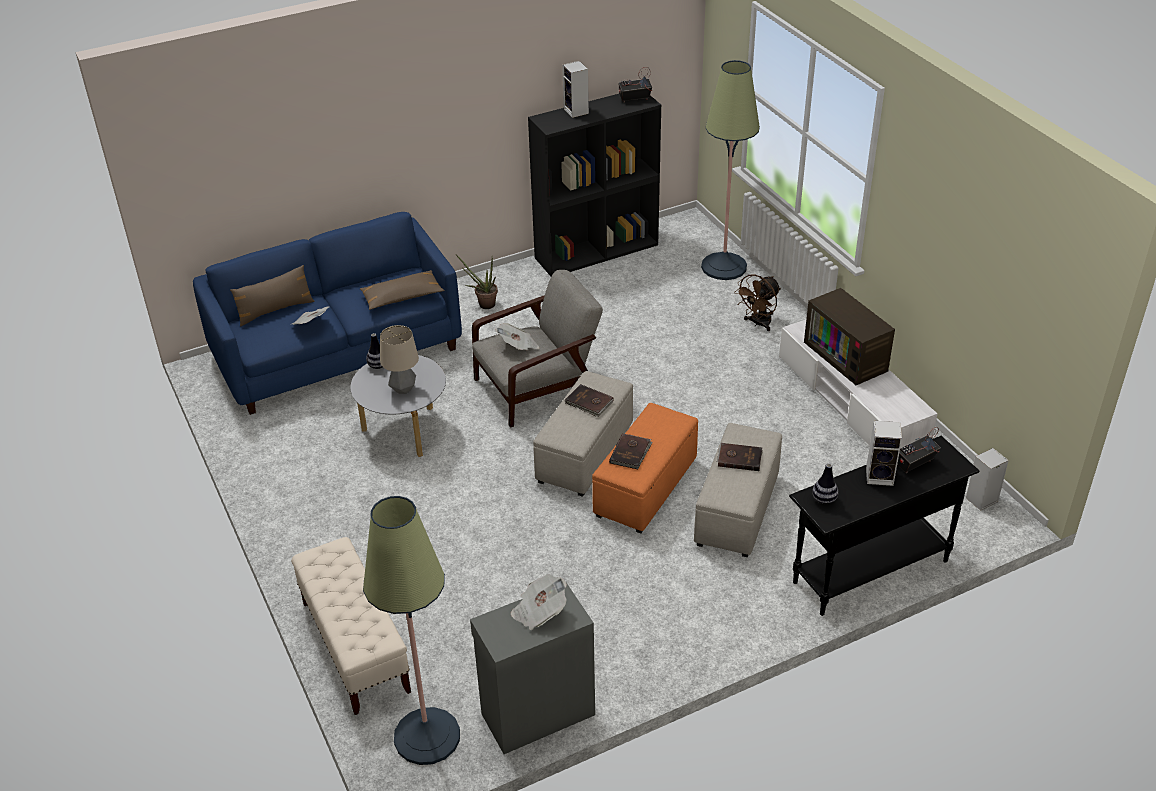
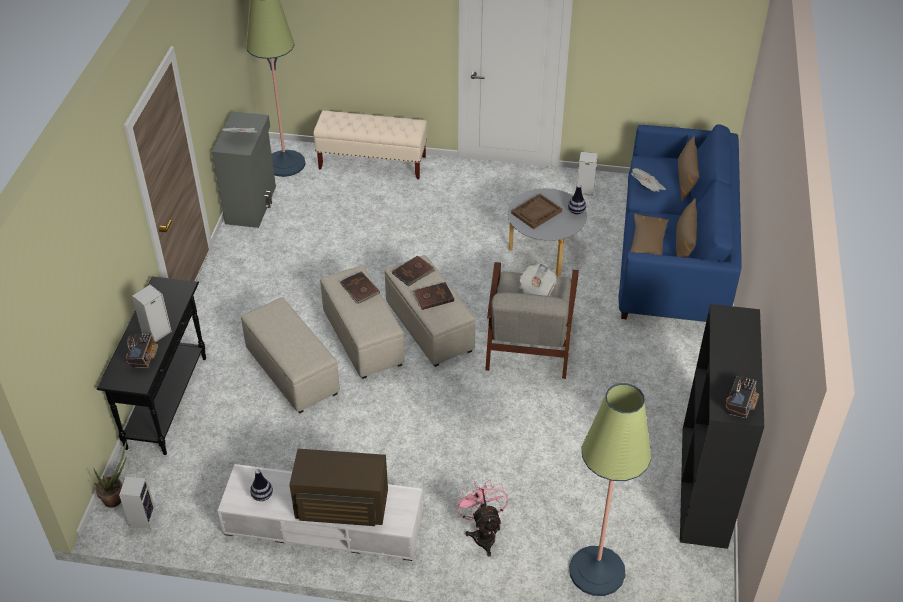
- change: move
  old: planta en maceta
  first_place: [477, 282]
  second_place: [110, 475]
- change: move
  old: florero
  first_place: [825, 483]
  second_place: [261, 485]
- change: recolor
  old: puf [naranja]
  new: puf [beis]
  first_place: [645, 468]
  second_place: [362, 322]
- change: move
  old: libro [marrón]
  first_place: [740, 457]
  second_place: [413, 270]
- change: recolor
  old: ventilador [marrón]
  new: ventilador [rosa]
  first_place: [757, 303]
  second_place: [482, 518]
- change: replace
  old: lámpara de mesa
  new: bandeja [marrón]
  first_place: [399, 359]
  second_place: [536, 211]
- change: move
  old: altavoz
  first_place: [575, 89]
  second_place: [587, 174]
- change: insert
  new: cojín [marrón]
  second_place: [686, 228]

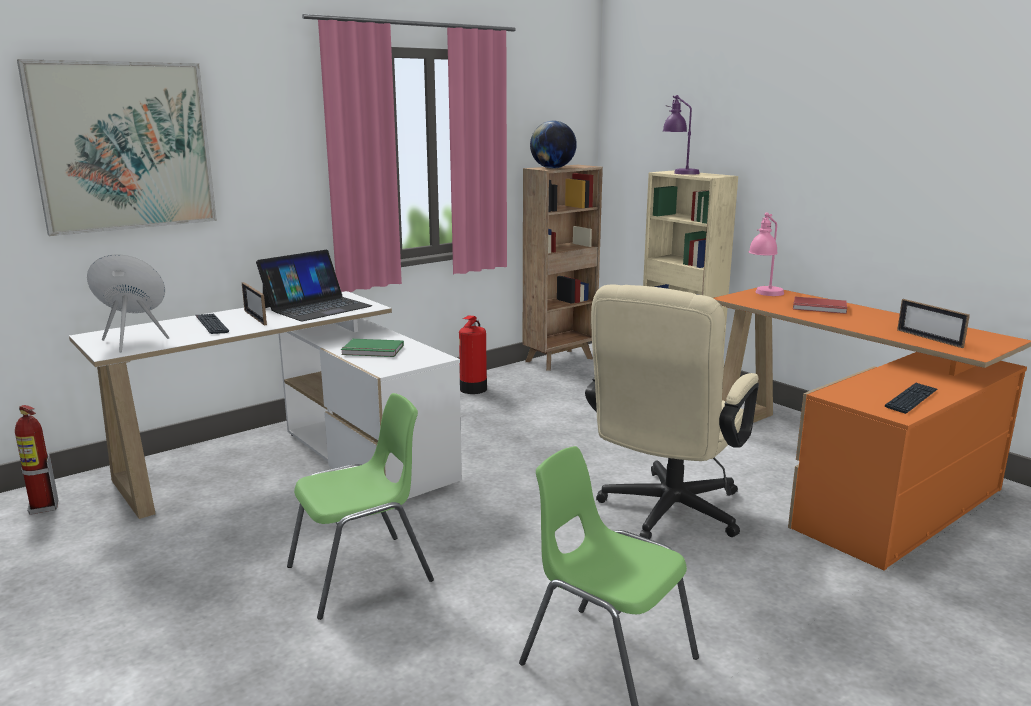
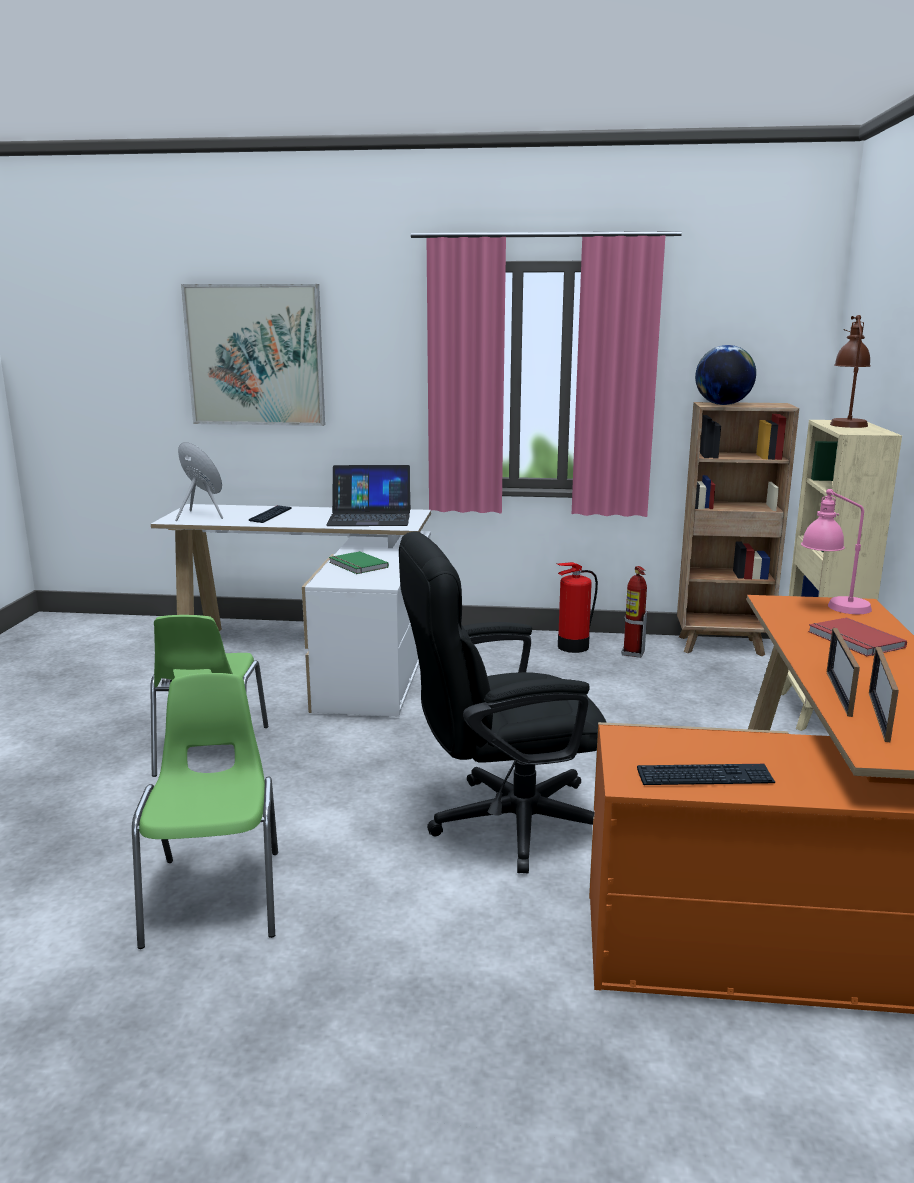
- change: rotate
  old: silla [verde]
  first_place: [360, 506]
  second_place: [209, 696]
  degrees: 75
- change: recolor
  old: silla de oficina [beis]
  new: silla de oficina [negro]
  first_place: [672, 411]
  second_place: [503, 702]
- change: move
  old: extintor
  first_place: [36, 460]
  second_place: [634, 612]
- change: move
  old: portarretratos
  first_place: [254, 303]
  second_place: [843, 672]
- change: recolor
  old: lámpara de mesa [morado]
  new: lámpara de mesa [marrón]
  first_place: [681, 135]
  second_place: [850, 371]

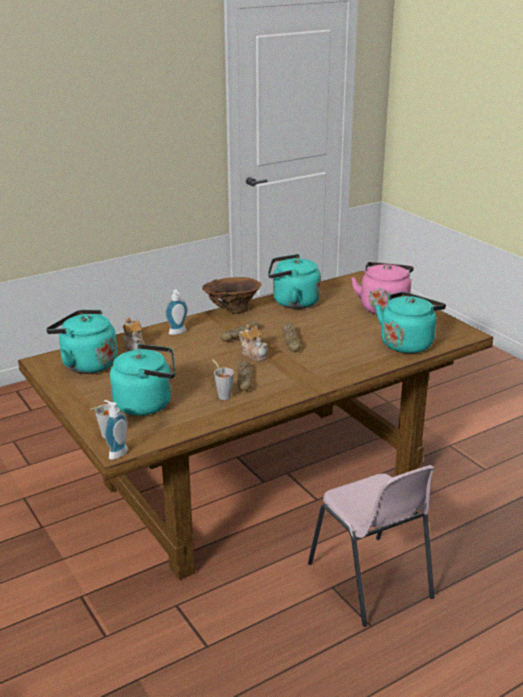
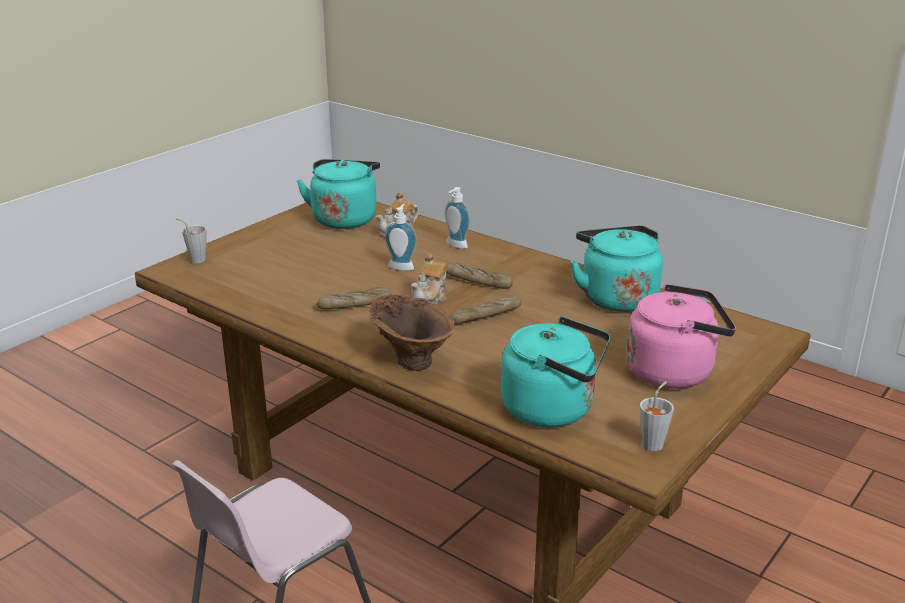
- change: move
  old: florero [marrón]
  first_place: [231, 295]
  second_place: [411, 333]
- change: move
  old: dispensador de jabón
  first_place: [116, 430]
  second_place: [400, 237]
- change: move
  old: taza [gris]
  first_place: [223, 380]
  second_place: [657, 416]
- change: delete
  old: hervidor [turquesa]
  first_place: [142, 380]

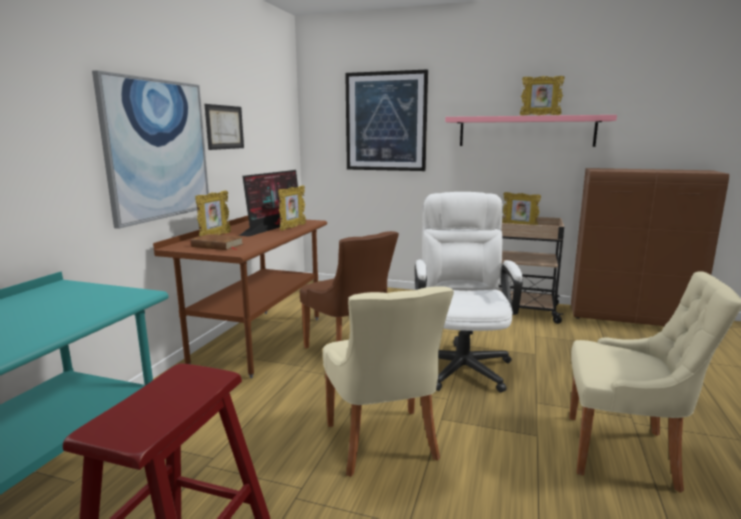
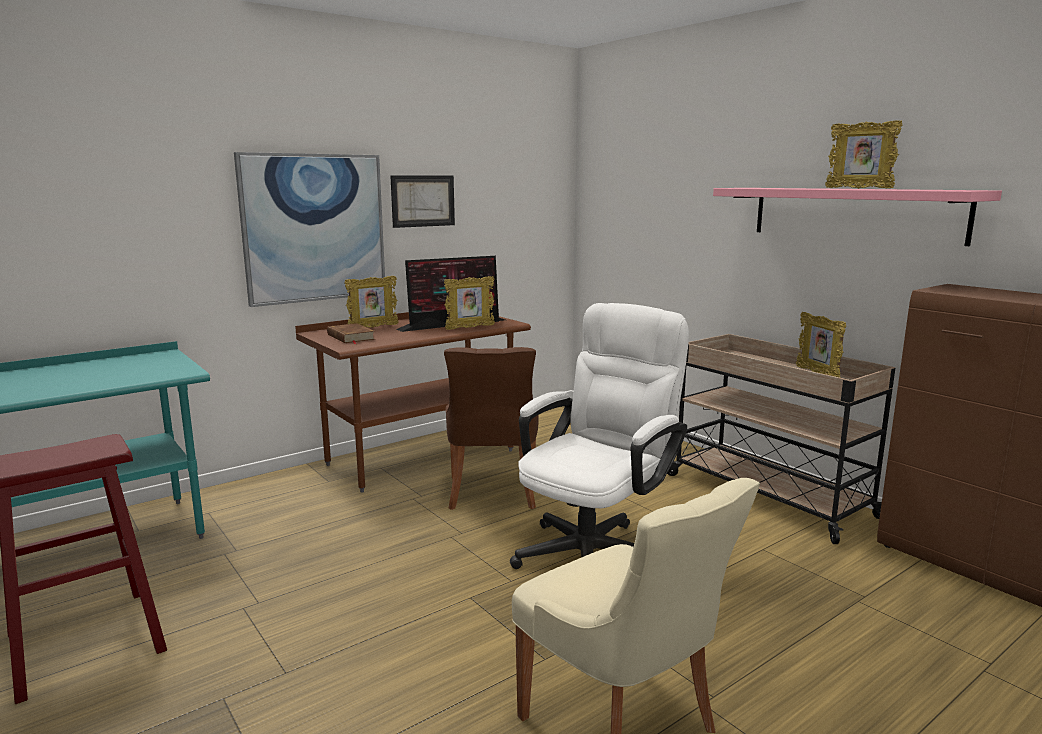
- change: delete
  old: silla [beis]
  first_place: [388, 381]
- change: delete
  old: cuadro
  first_place: [386, 120]

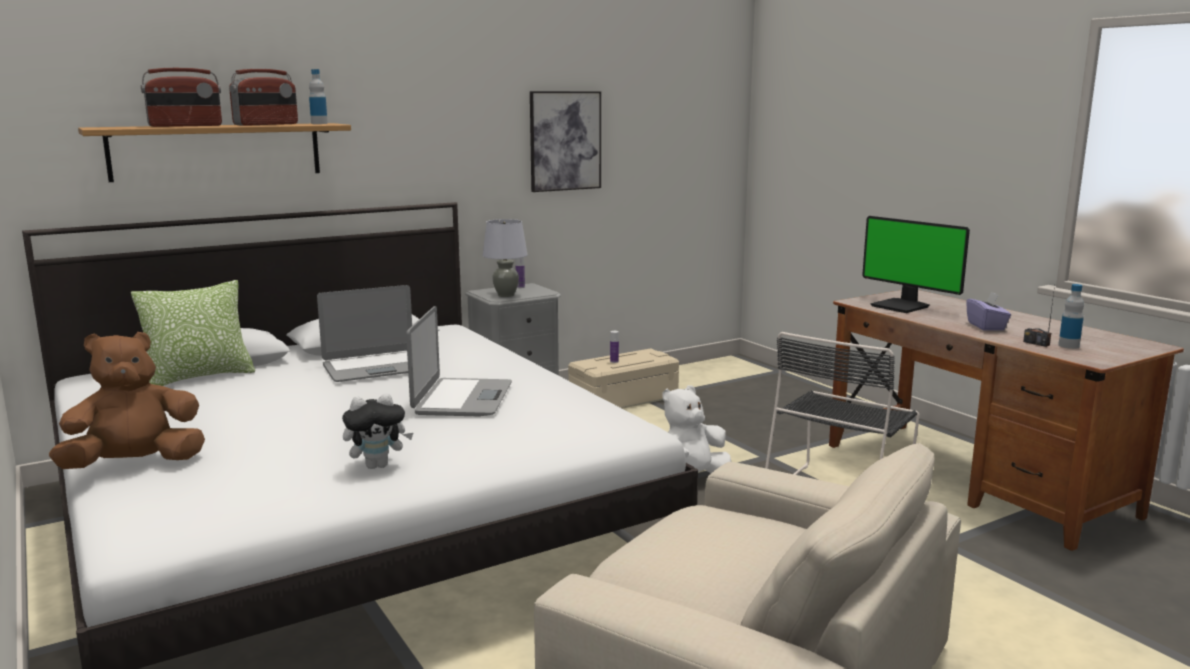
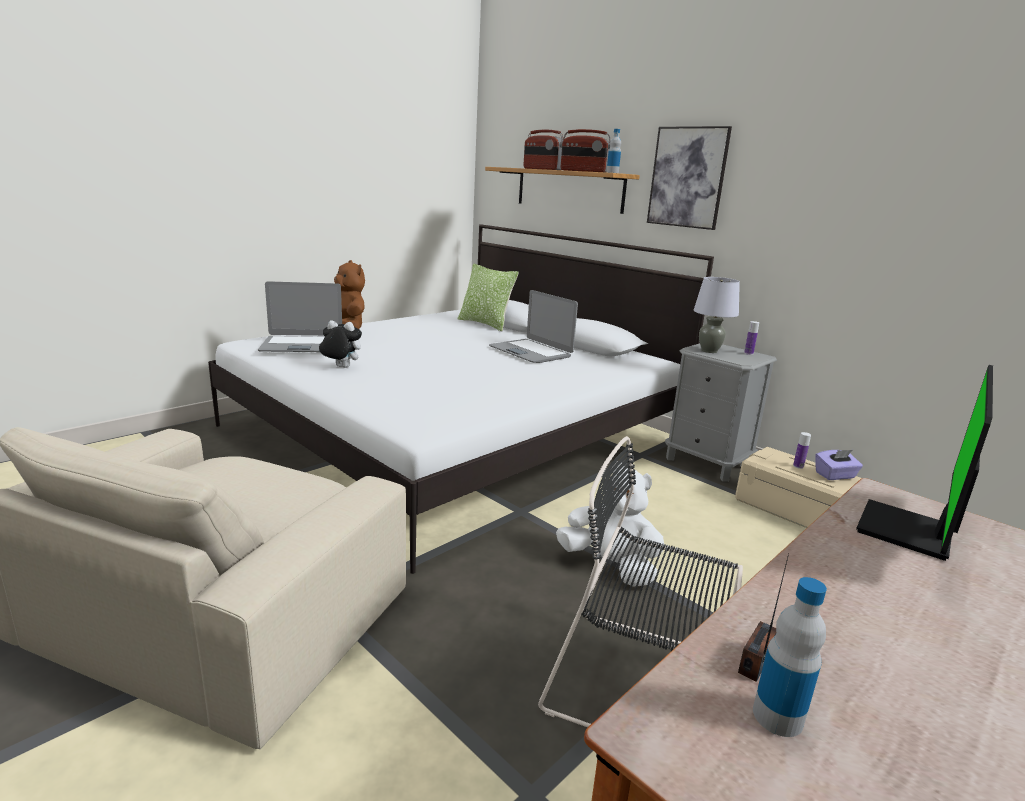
- change: move
  old: portátil
  first_place: [459, 361]
  second_place: [300, 316]
- change: rotate
  old: peluche
  first_place: [377, 431]
  second_place: [340, 344]
  degrees: 135
- change: move
  old: cuadro
  first_place: [565, 141]
  second_place: [689, 178]
- change: move
  old: caja de pañuelos [morado]
  first_place: [988, 311]
  second_place: [839, 465]

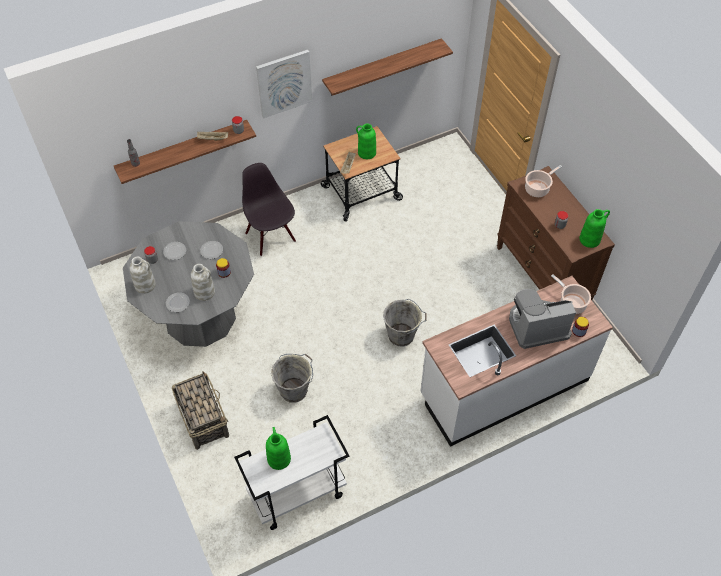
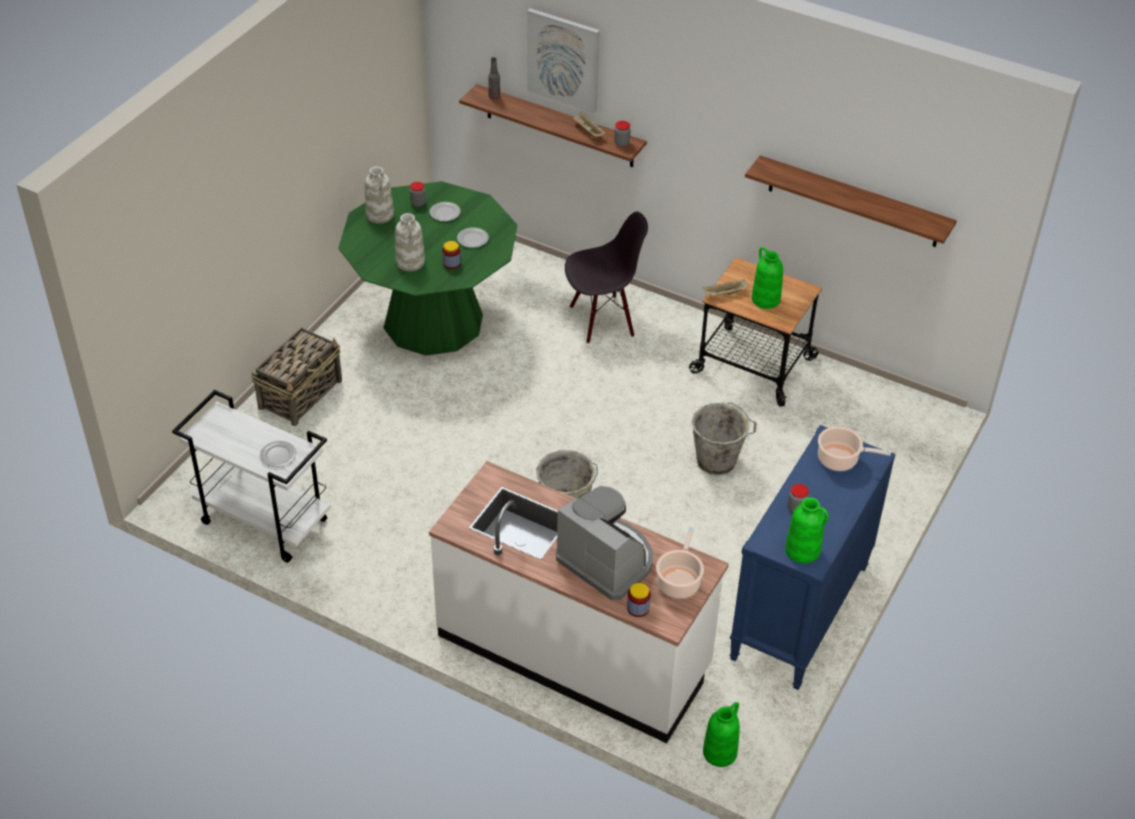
- change: move
  old: plato
  first_place: [178, 302]
  second_place: [278, 454]
- change: recolor
  old: mesa de comedor [gris]
  new: mesa de comedor [verde]
  first_place: [188, 284]
  second_place: [427, 268]
- change: move
  old: cuadro
  first_place: [284, 84]
  second_place: [563, 60]
- change: rotate
  old: silla [negro]
  first_place: [269, 209]
  second_place: [606, 278]
  degrees: 45
- change: move
  old: cubo [gris]
  first_place: [292, 378]
  second_place: [724, 439]
- change: move
  old: florero [verde]
  first_place: [278, 448]
  second_place: [721, 734]
- change: recolor
  old: cómoda [marrón]
  new: cómoda [azul]
  first_place: [556, 233]
  second_place: [812, 557]

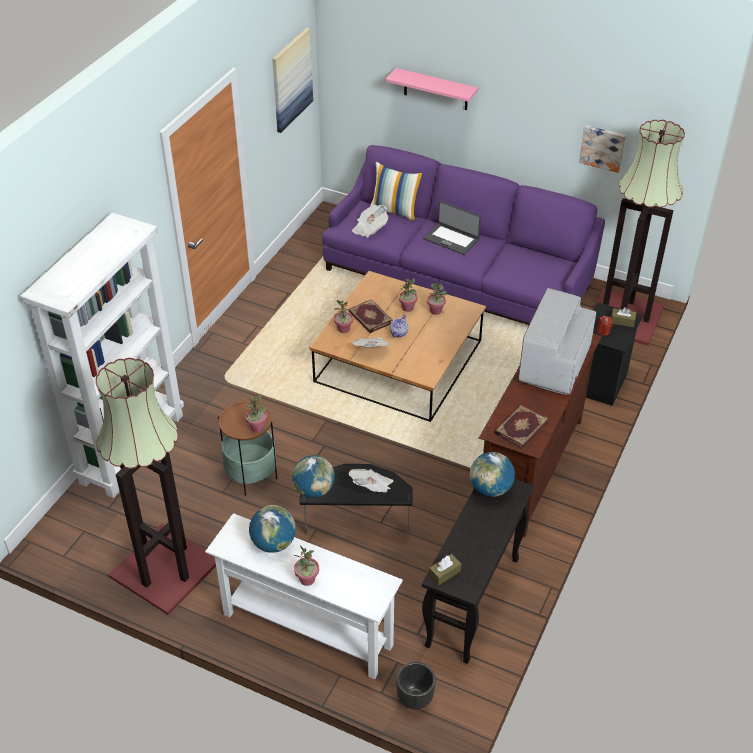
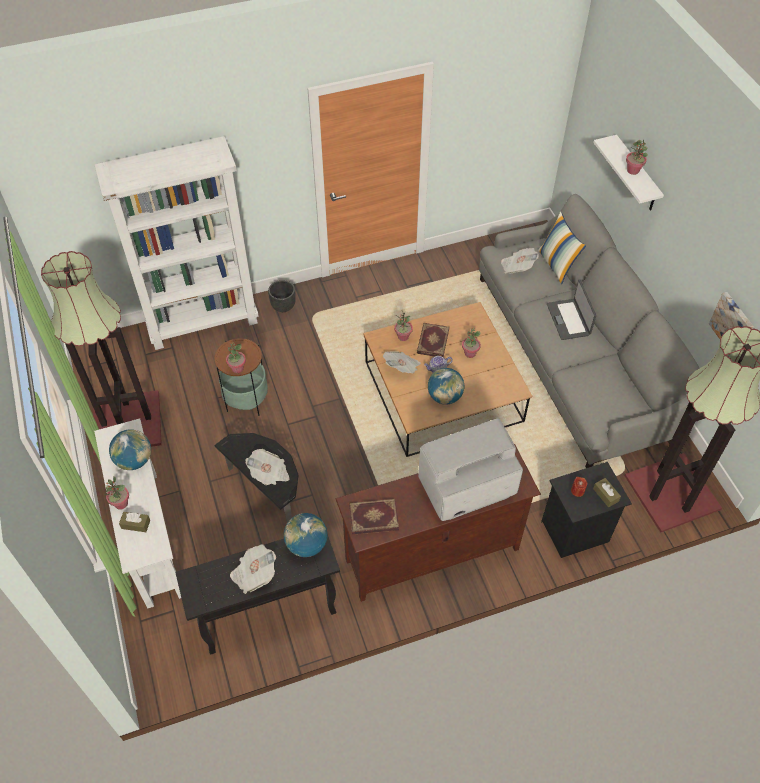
- change: move
  old: caja de pañuelos [marrón]
  first_place: [445, 569]
  second_place: [134, 522]
- change: insert
  new: periódico
  second_place: [253, 569]
- change: move
  old: maceta [negro]
  first_place: [416, 685]
  second_place: [282, 296]
- change: move
  old: globo terráqueo
  first_place: [313, 476]
  second_place: [446, 386]
- change: recolor
  old: sofá [morado]
  new: sofá [gris]
  first_place: [463, 235]
  second_place: [589, 331]
- change: recolor
  old: estante [rosa]
  new: estante [blanco]
  first_place: [432, 89]
  second_place: [628, 173]
- change: move
  old: planta en maceta
  first_place: [436, 298]
  second_place: [637, 157]
- change: delete
  old: cuadro
  first_place: [292, 80]

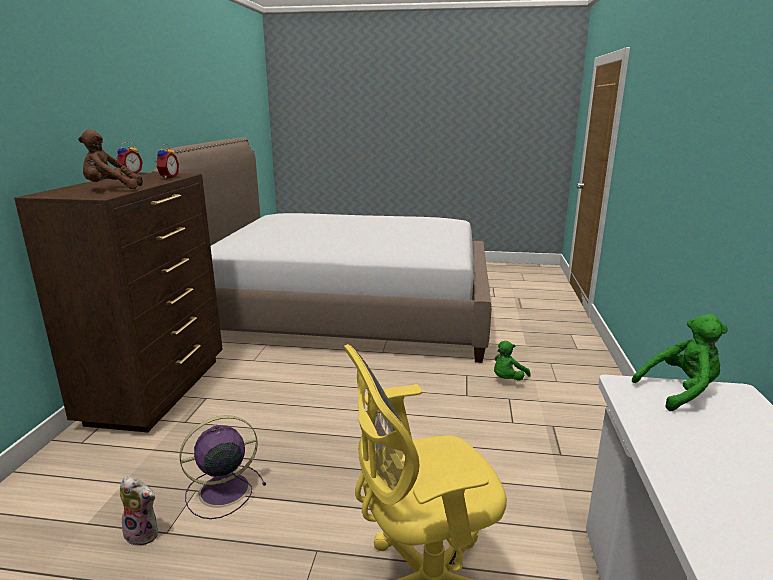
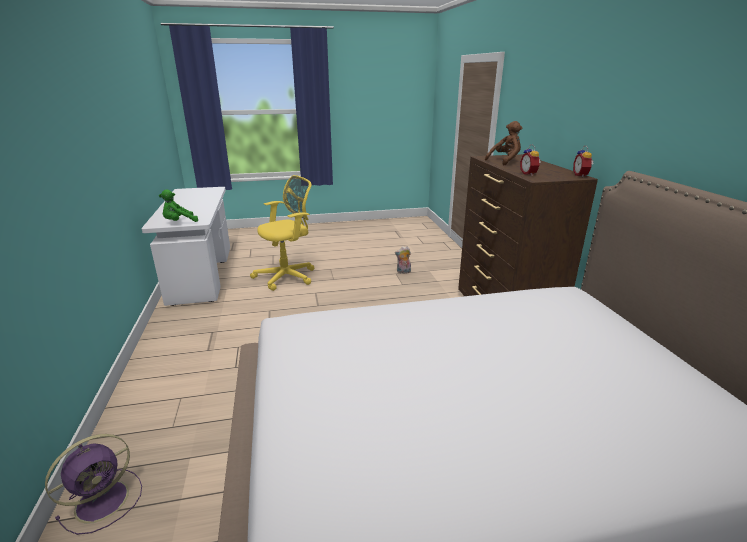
- change: move
  old: ventilador [morado]
  first_place: [222, 467]
  second_place: [93, 484]
- change: delete
  old: peluche [verde]
  first_place: [512, 361]

